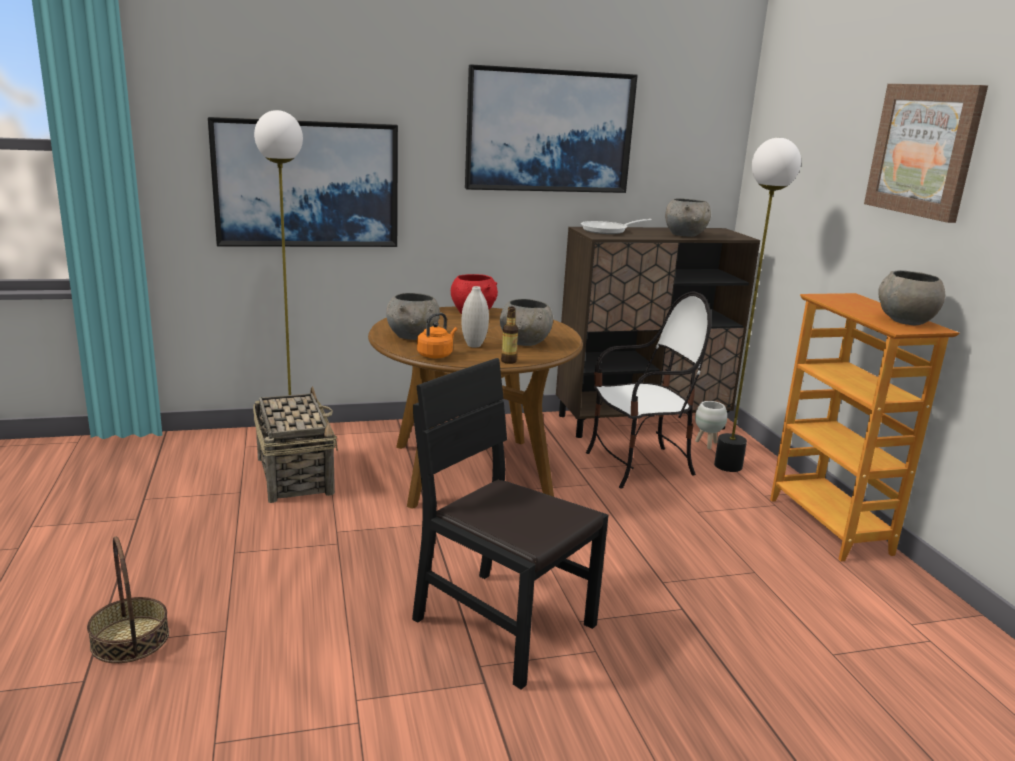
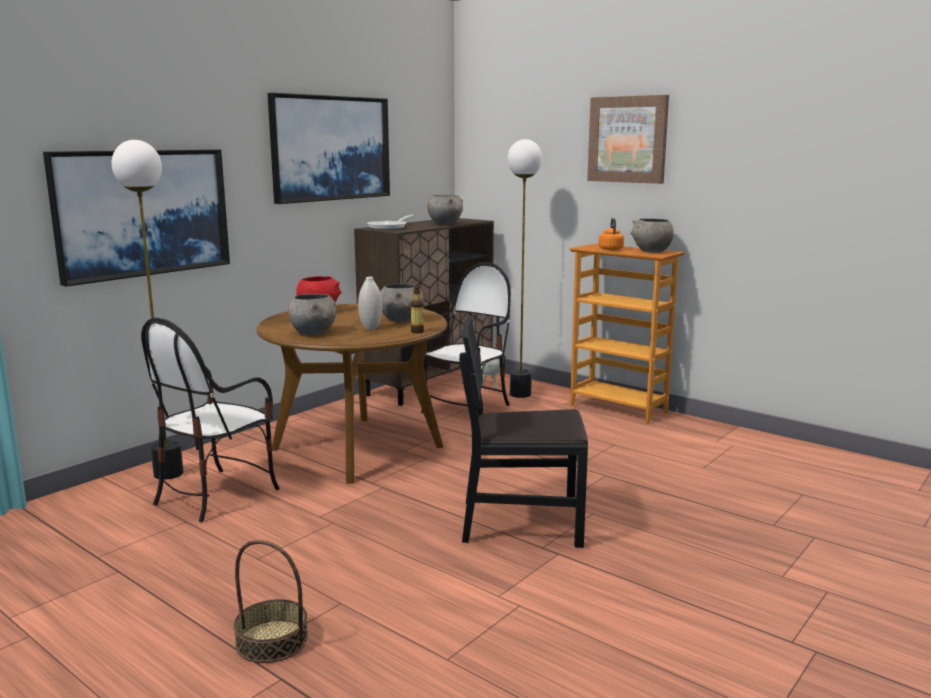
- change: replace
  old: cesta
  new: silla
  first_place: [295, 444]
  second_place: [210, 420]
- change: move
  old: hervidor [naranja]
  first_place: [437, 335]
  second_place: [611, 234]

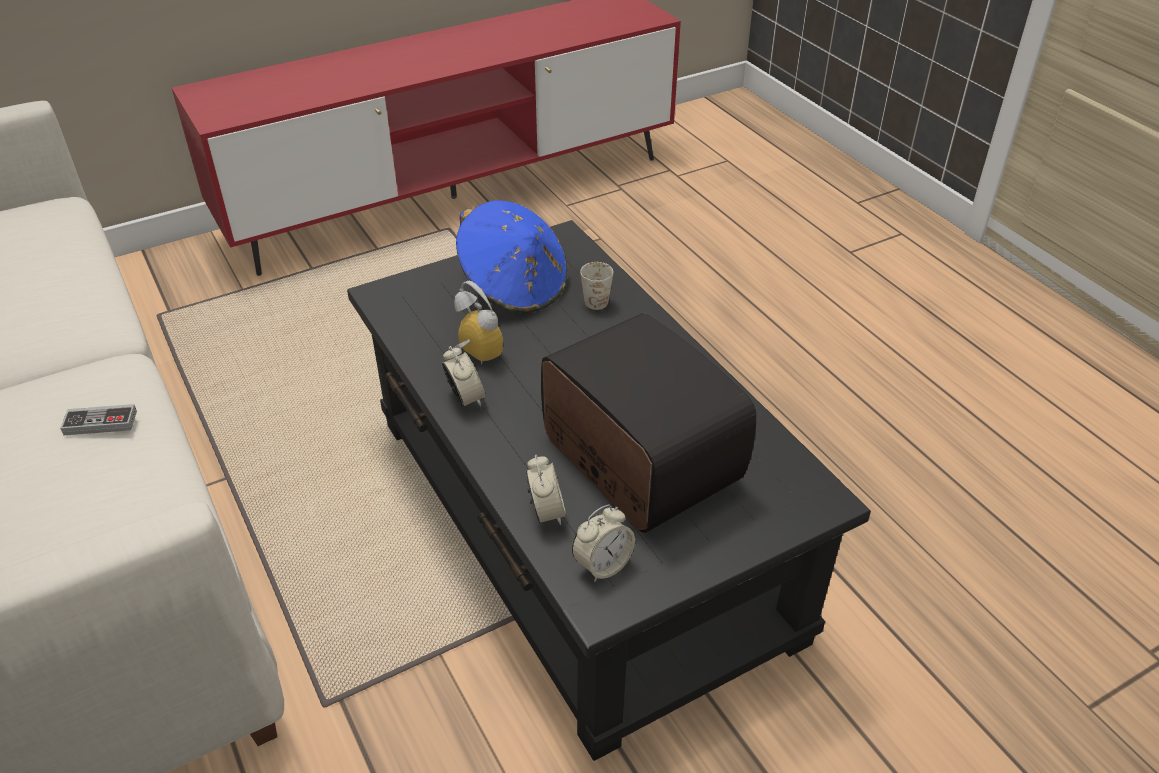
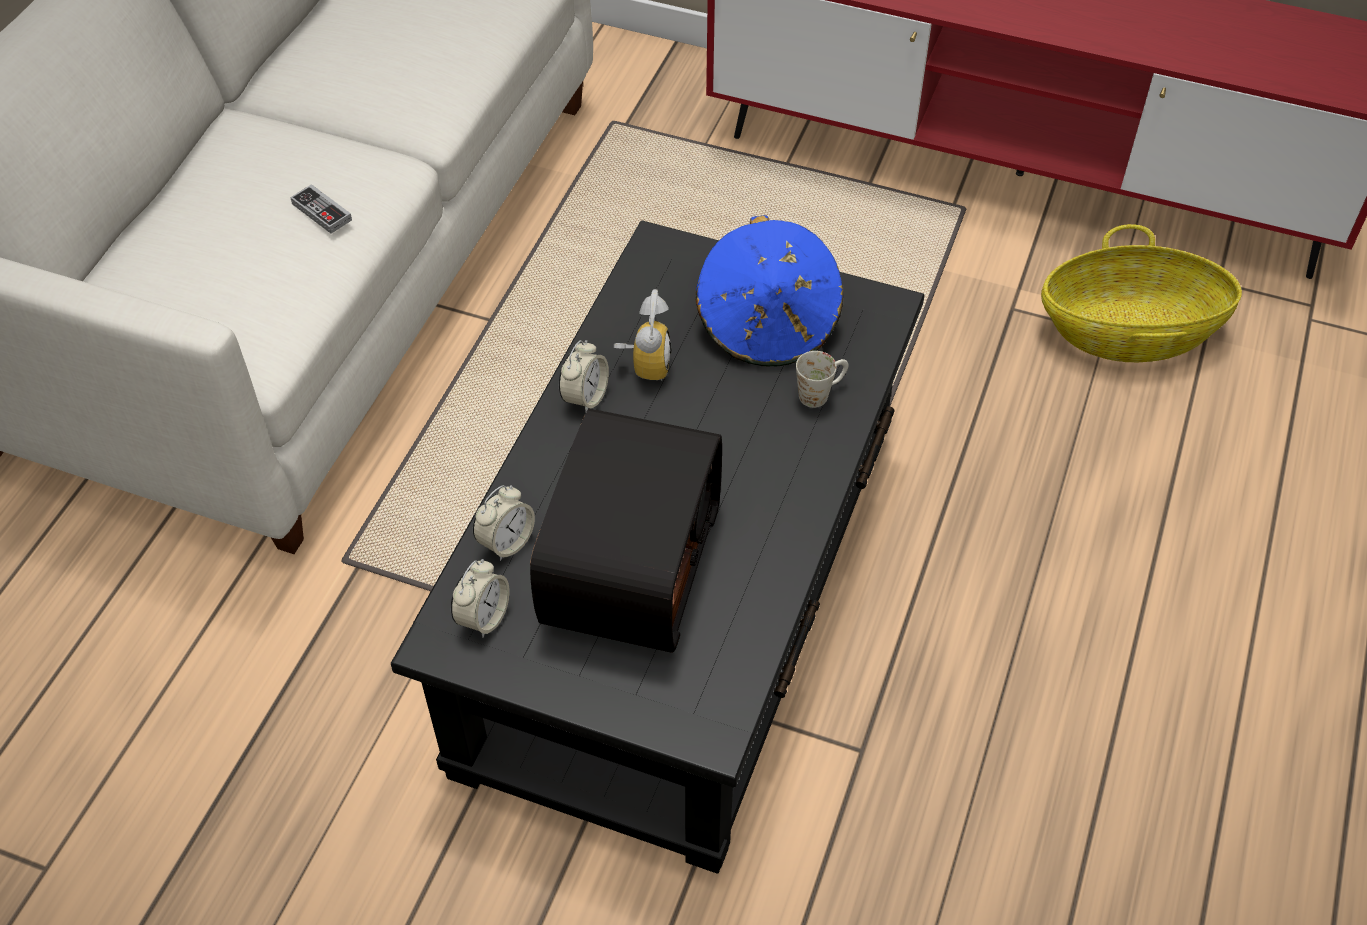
- change: rotate
  old: despertador
  first_place: [603, 543]
  second_place: [480, 598]
  degrees: -75
- change: insert
  new: cesta
  second_place: [1141, 293]

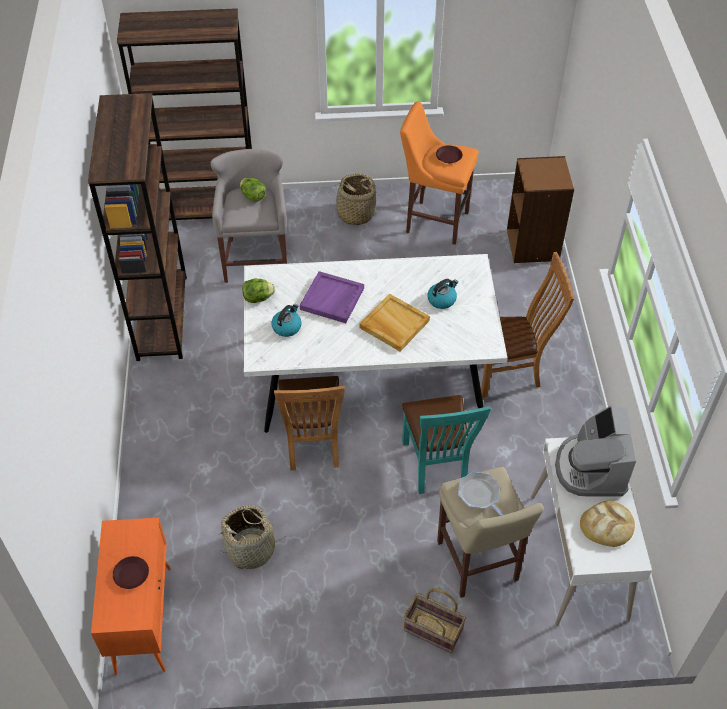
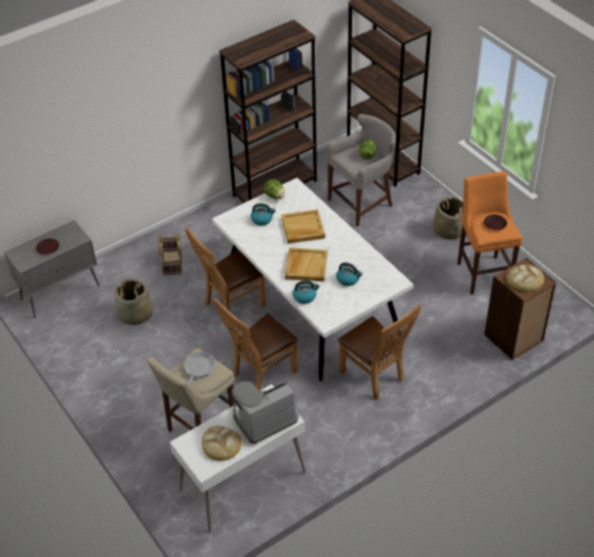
- change: recolor
  old: armario [naranja]
  new: armario [gris]
  first_place: [131, 596]
  second_place: [52, 269]
- change: move
  old: cesta
  first_place: [435, 621]
  second_place: [170, 253]
- change: recolor
  old: silla [turquesa]
  new: silla [marrón]
  first_place: [446, 444]
  second_place: [256, 344]
- change: recolor
  old: bandeja [morado]
  new: bandeja [beis]
  first_place: [332, 297]
  second_place: [303, 226]
- change: insert
  new: hervidor
  second_place: [306, 292]
- change: insert
  new: pan
  second_place: [525, 278]

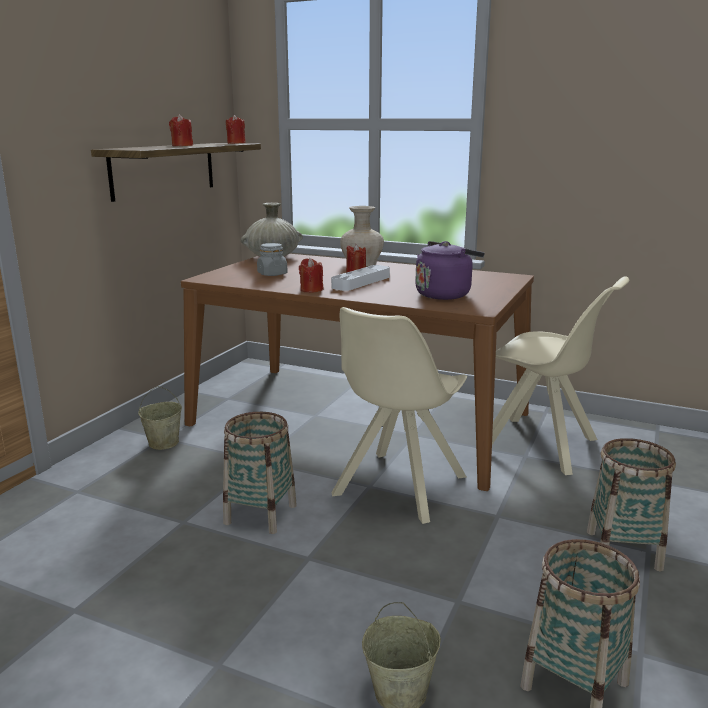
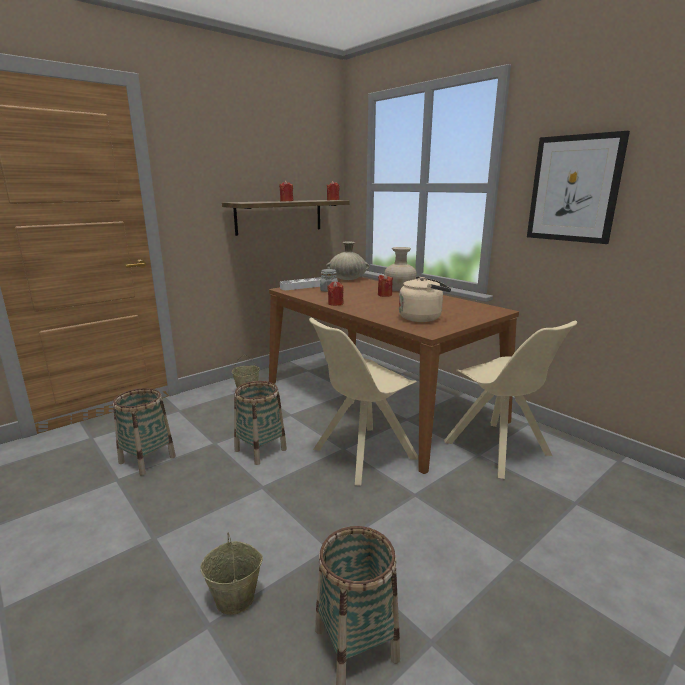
- change: move
  old: cesta
  first_place: [631, 505]
  second_place: [144, 432]
- change: move
  old: bandeja [gris]
  first_place: [360, 278]
  second_place: [301, 283]
- change: recolor
  old: hervidor [morado]
  new: hervidor [beis]
  first_place: [450, 270]
  second_place: [425, 299]
- change: insert
  new: cuadro
  second_place: [578, 187]

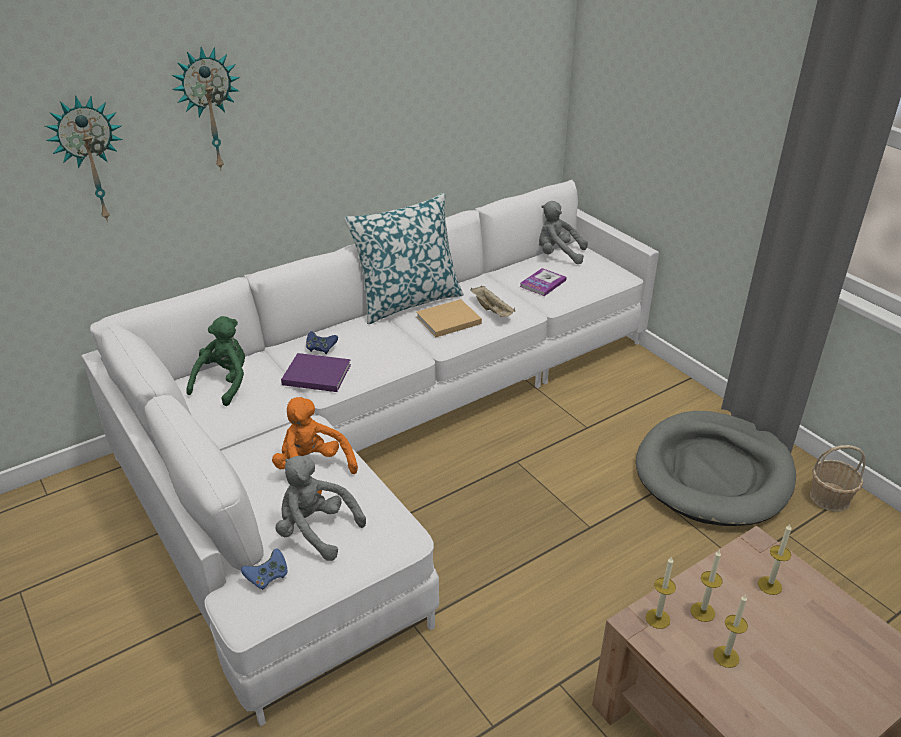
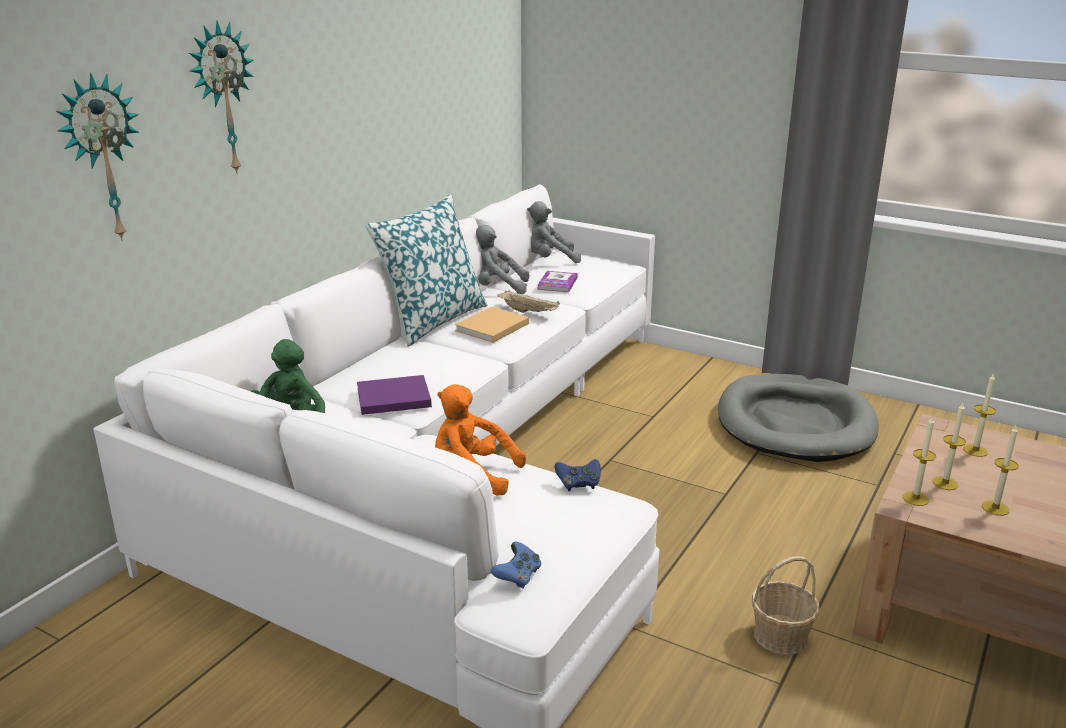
- change: move
  old: peluche [gris]
  first_place: [320, 508]
  second_place: [502, 259]
- change: move
  old: mando de consola [azul]
  first_place: [322, 342]
  second_place: [578, 475]
- change: move
  old: cesta
  first_place: [837, 478]
  second_place: [786, 605]

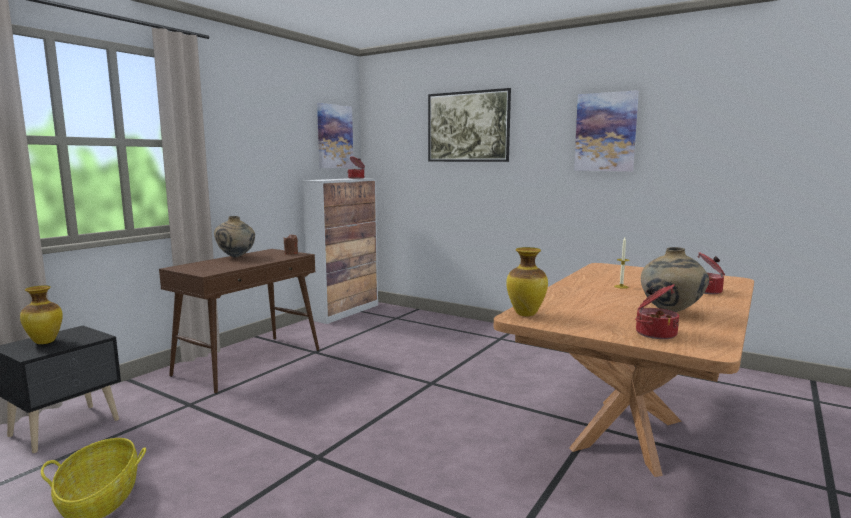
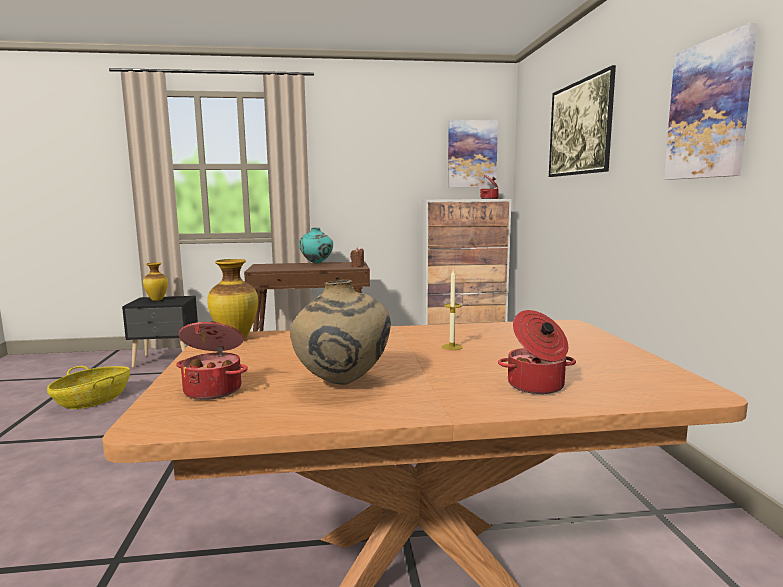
- change: recolor
  old: florero [beis]
  new: florero [turquesa]
  first_place: [234, 236]
  second_place: [316, 246]

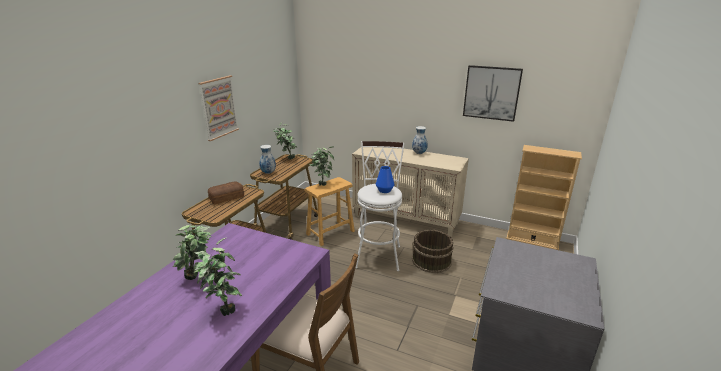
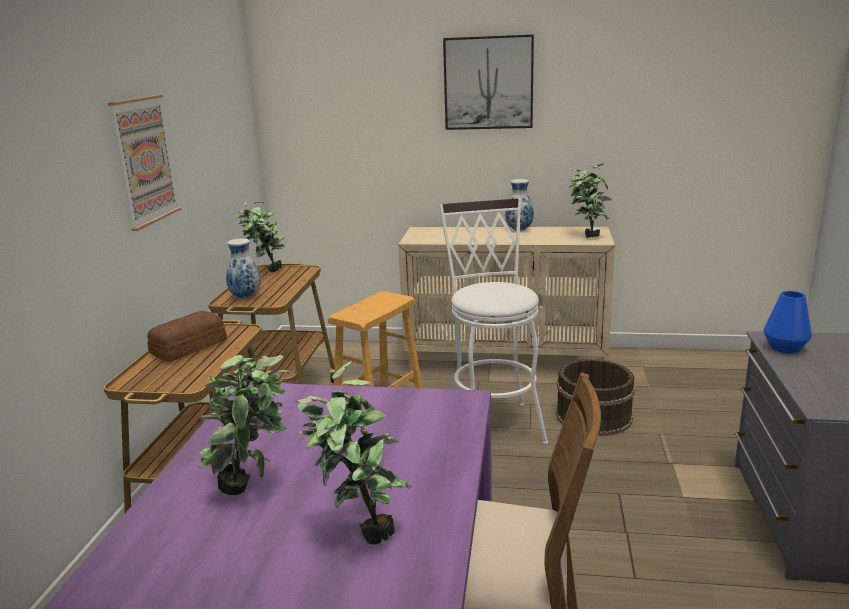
- change: move
  old: cuadro
  first_place: [493, 93]
  second_place: [488, 82]
- change: move
  old: planta en maceta
  first_place: [322, 166]
  second_place: [590, 200]
- change: move
  old: florero [azul]
  first_place: [385, 179]
  second_place: [787, 322]
- change: delete
  old: estantería [beis]
  first_place: [544, 197]

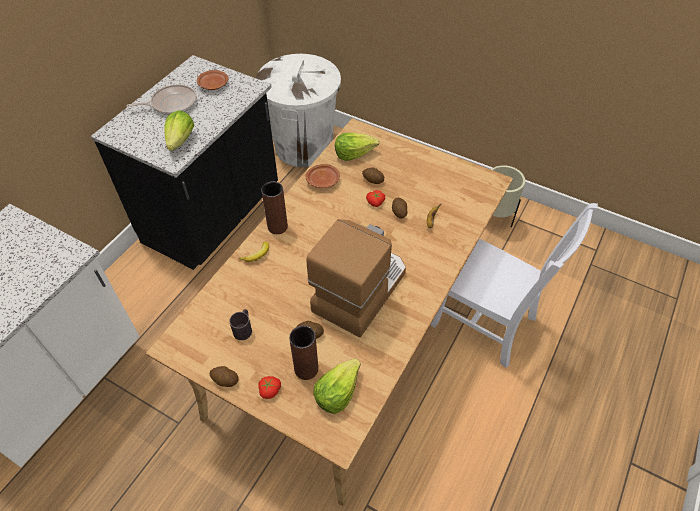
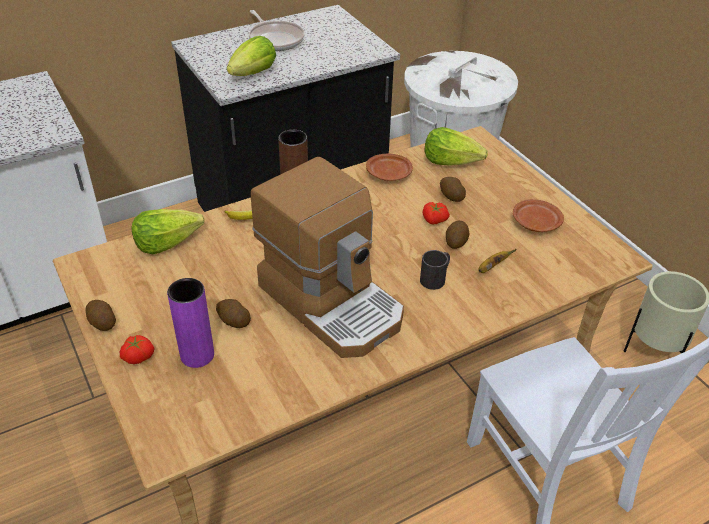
- change: move
  old: lechuga
  first_place: [337, 386]
  second_place: [168, 231]
- change: recolor
  old: florero [marrón]
  new: florero [morado]
  first_place: [303, 353]
  second_place: [190, 323]
- change: rotate
  old: sartén
  first_place: [162, 99]
  second_place: [277, 30]
  degrees: 45
- change: rotate
  old: cafetera
  first_place: [356, 278]
  second_place: [327, 257]
  degrees: 75
- change: move
  old: taza grande [negro]
  first_place: [240, 324]
  second_place: [435, 270]
- change: move
  old: plato [marrón]
  first_place: [212, 80]
  second_place: [538, 215]

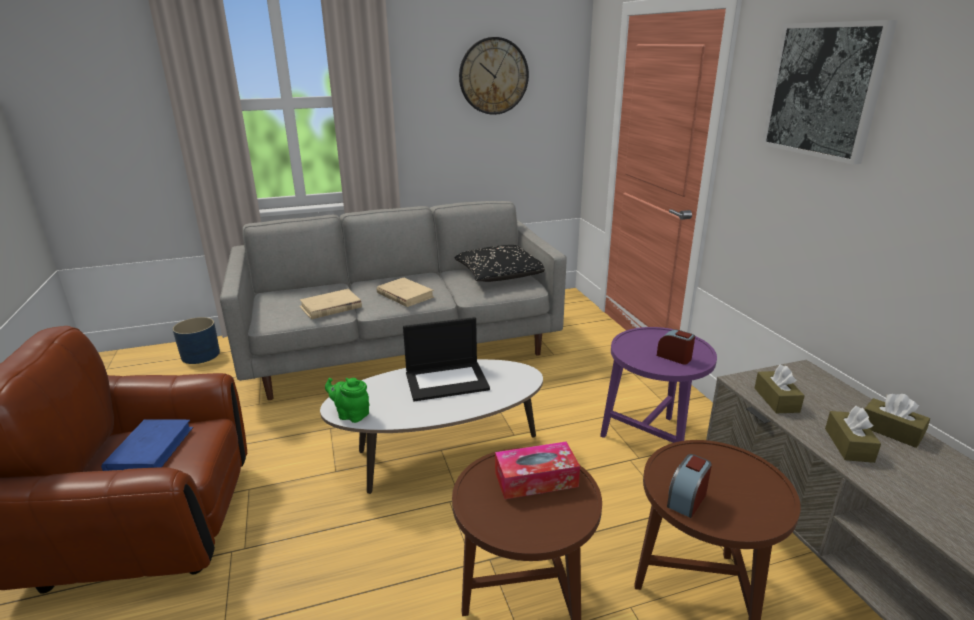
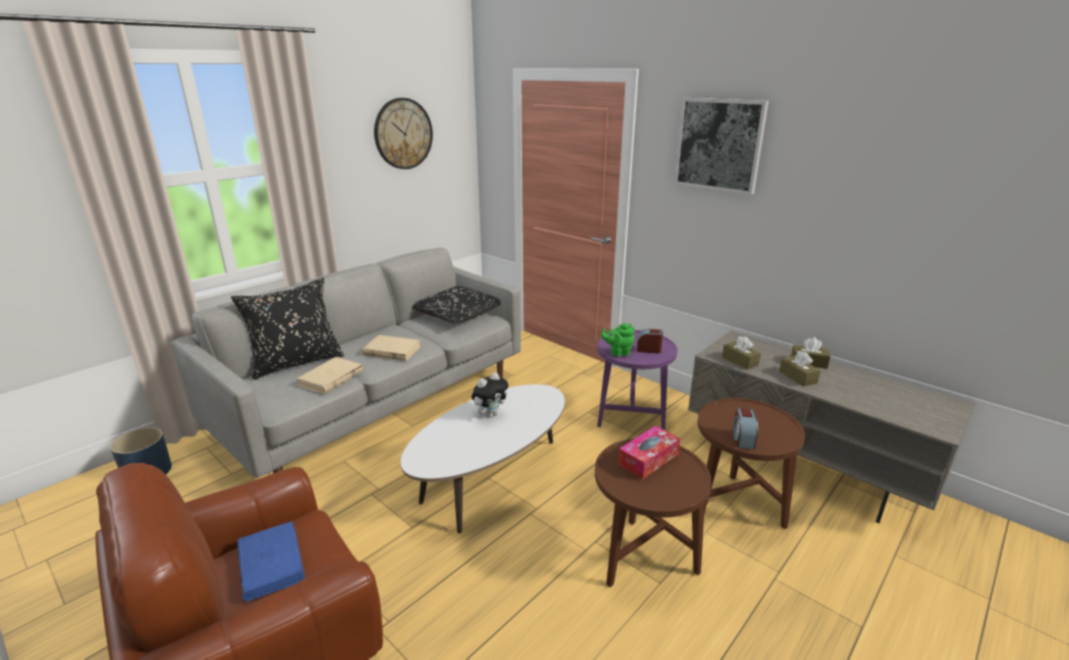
- change: insert
  new: cojín [negro]
  second_place: [287, 329]
- change: replace
  old: portátil
  new: peluche
  first_place: [446, 359]
  second_place: [490, 395]
- change: move
  old: tetera [verde]
  first_place: [347, 400]
  second_place: [618, 340]

